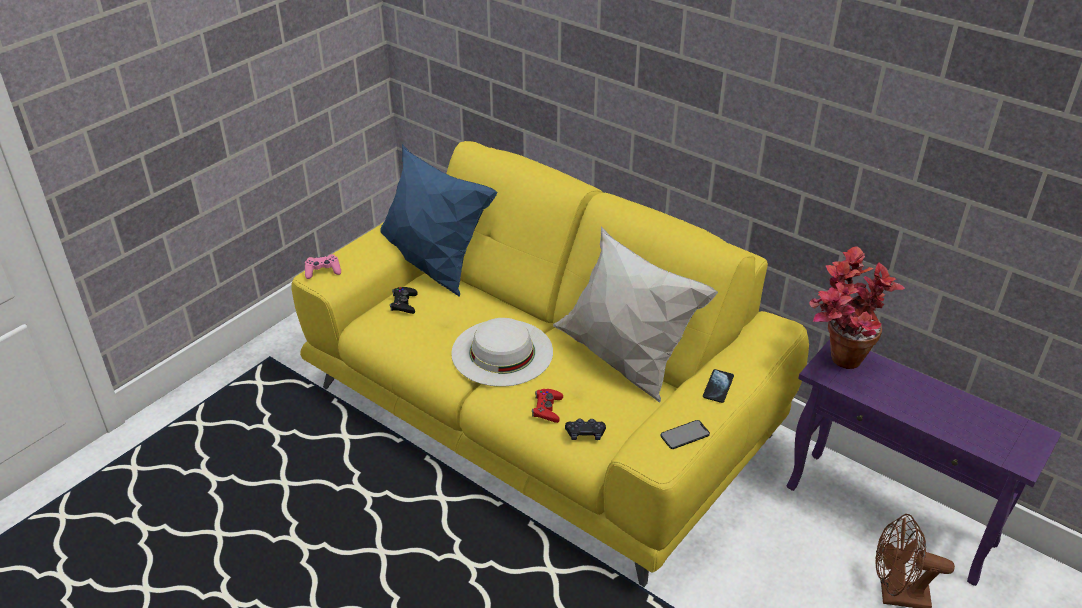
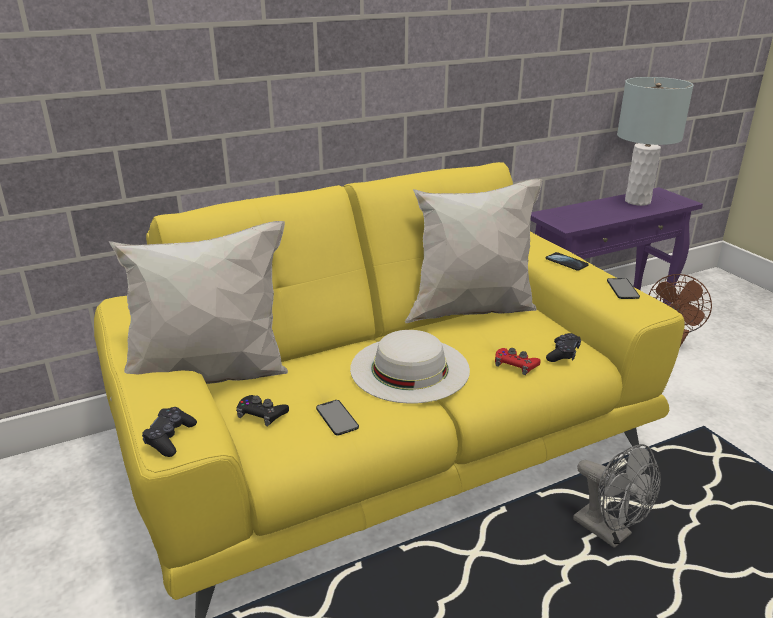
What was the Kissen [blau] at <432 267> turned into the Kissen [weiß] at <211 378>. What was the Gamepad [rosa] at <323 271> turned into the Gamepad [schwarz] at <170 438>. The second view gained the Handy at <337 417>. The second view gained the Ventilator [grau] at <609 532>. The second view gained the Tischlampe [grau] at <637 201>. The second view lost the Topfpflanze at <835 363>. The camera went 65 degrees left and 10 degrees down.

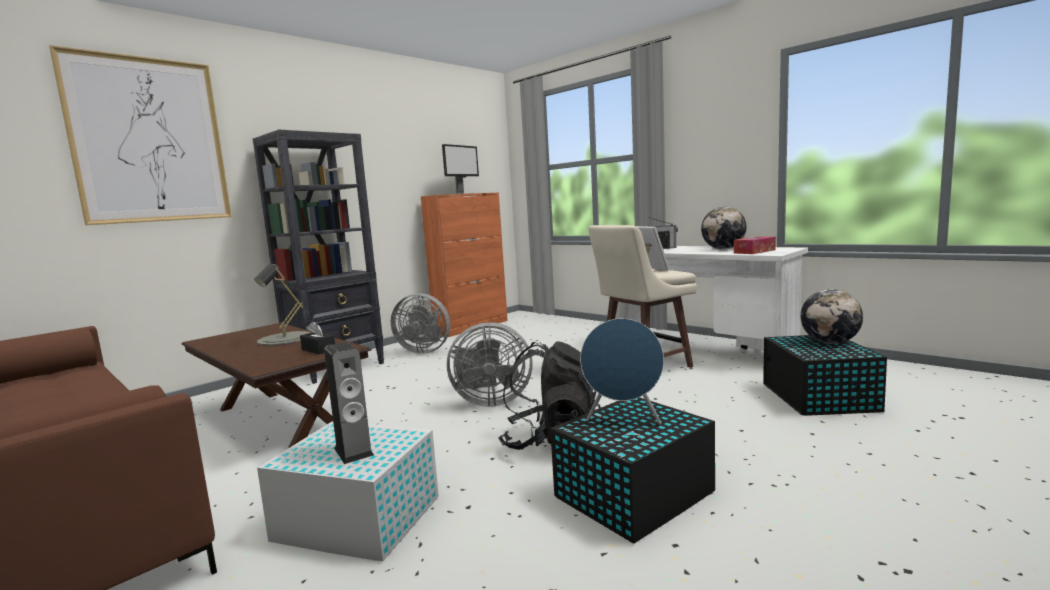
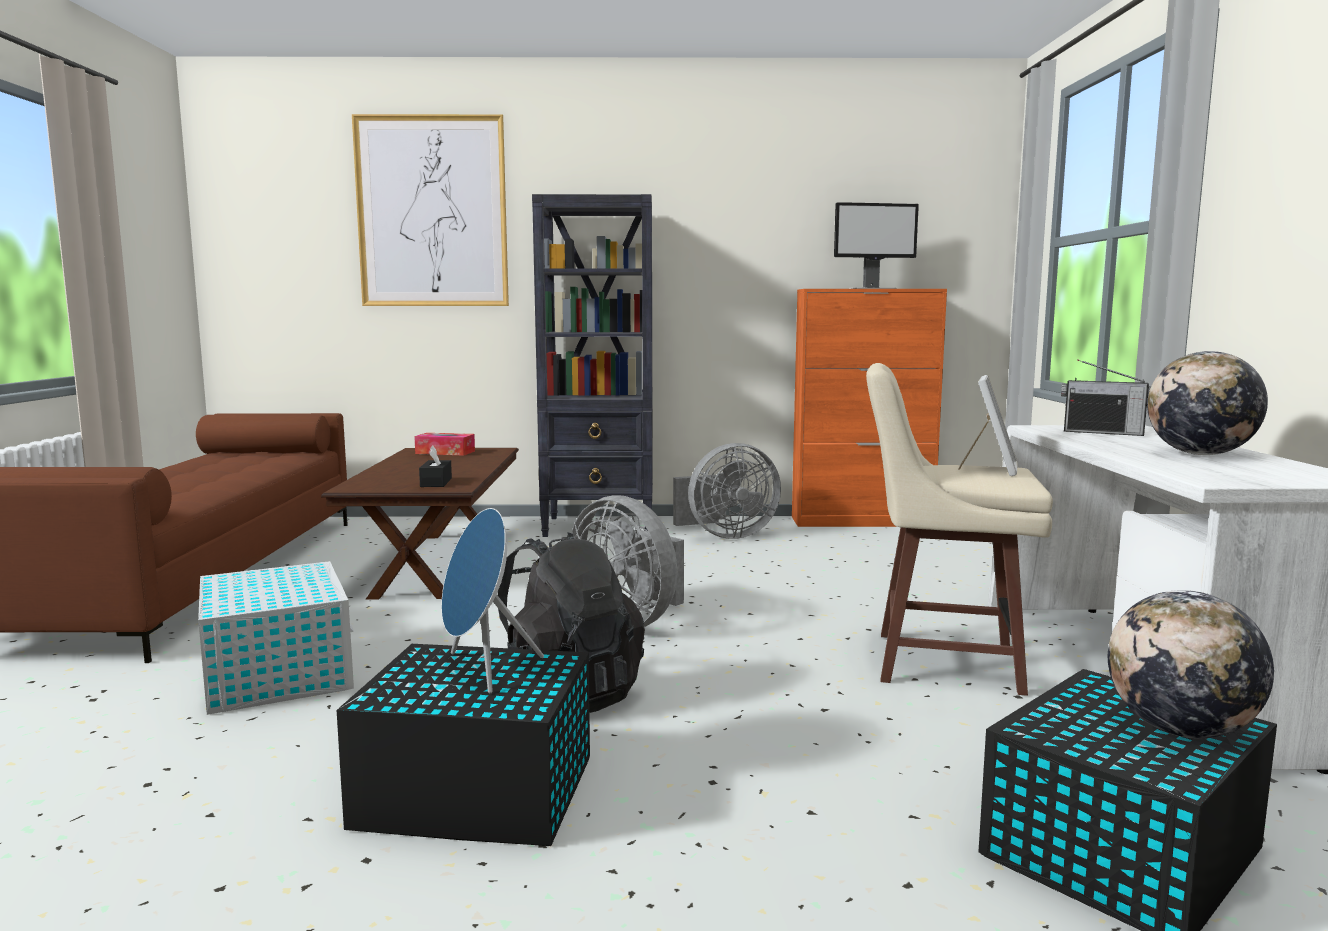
The Taschentuchbox ended up elsewhere, having gone from <754 251> to <445 452>. The Ventilator [grau] at <424 350> ended up facing another way, 75 degrees counterclockwise from before. The second view lost the Tischlampe [grau] at <285 339>. The second view lost the Lautsprecher at <353 451>. The camera went 45 degrees right and 0 degrees up.

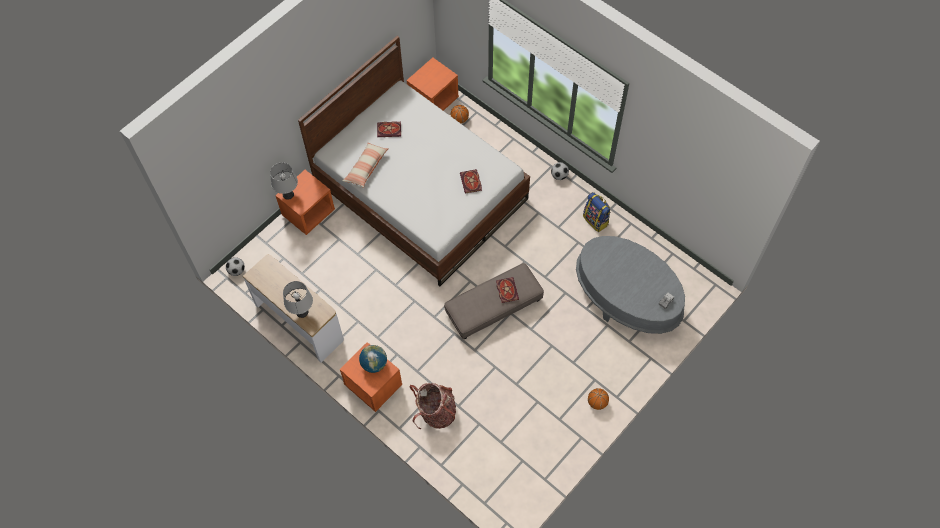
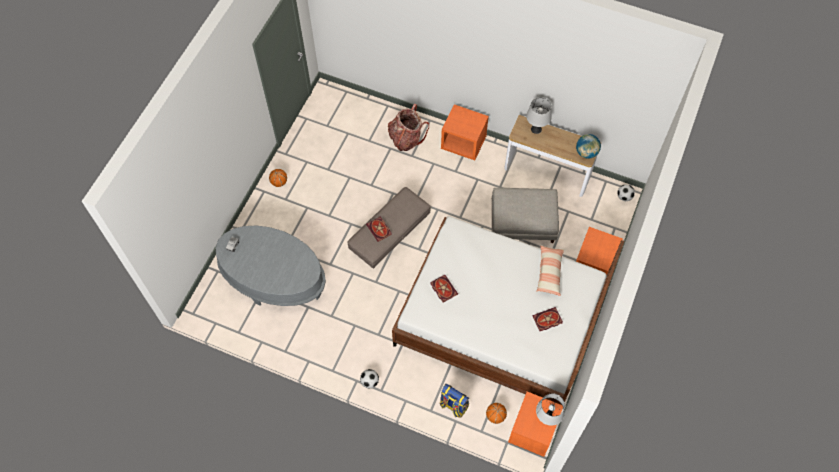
The Rucksack ended up elsewhere, having gone from <596 220> to <453 405>. The second view gained the Polsterhocker [grau] at <521 224>. The Tischlampe [grau] ended up elsewhere, having gone from <288 194> to <547 418>. The Globus ended up elsewhere, having gone from <374 364> to <586 153>. The camera went 160 degrees right and 0 degrees up.

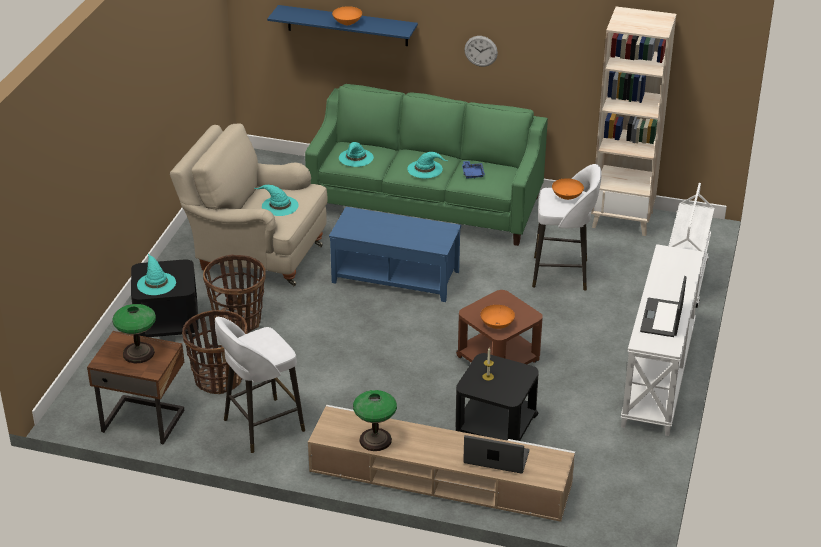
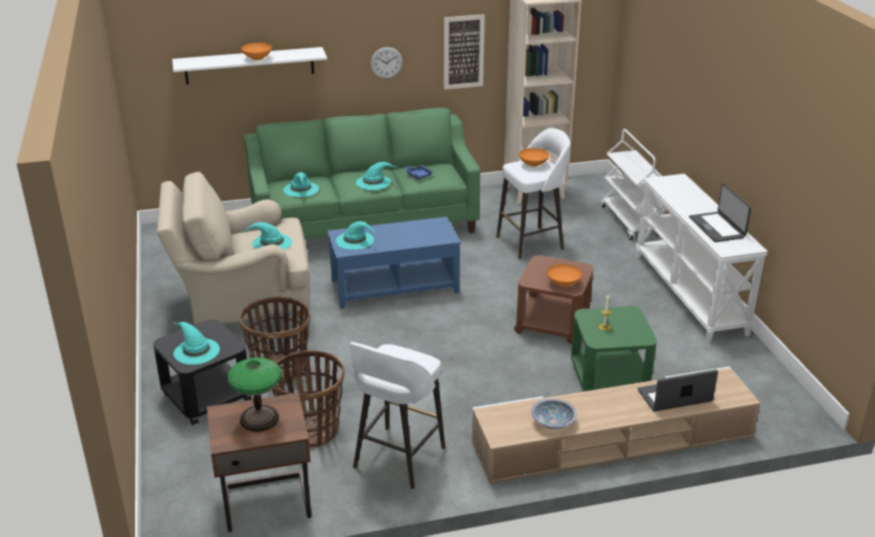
What was the Wandregal [blau] at <347 25> turned into the Wandregal [weiß] at <249 65>. The second view gained the Hut [türkis] at <355 240>. The second view gained the Bild at <463 52>. Where the Tischlampe stood at <375 440>, the Schüssel came to stand at <553 422>. What was the Beistelltisch [schwarz] at <495 425> turned into the Beistelltisch [grün] at <609 377>. The camera went 30 degrees left and 5 degrees down.

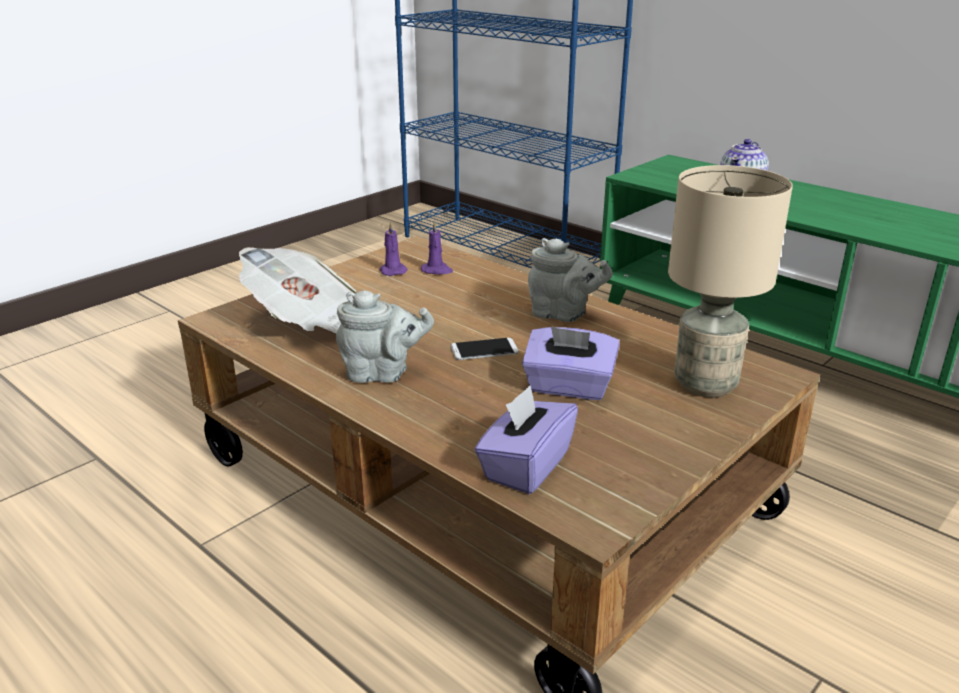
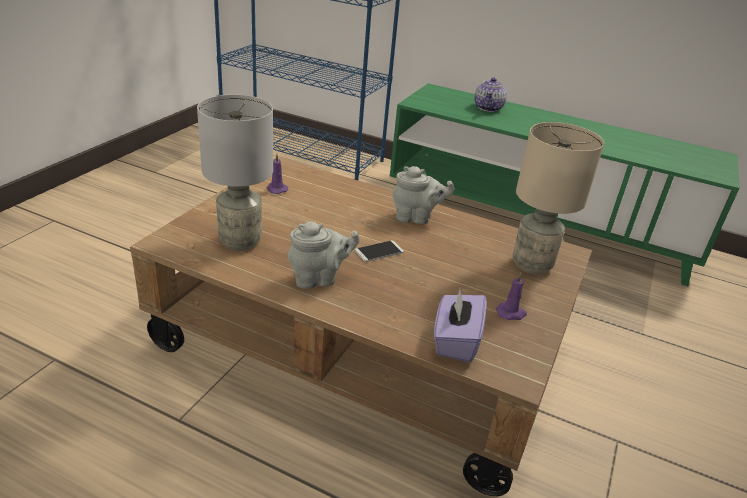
Where the Zeitung stood at <311 324>, the Tischlampe [grau] came to stand at <241 241>. The Kerze [lila] ended up elsewhere, having gone from <437 270> to <511 313>. The second view lost the Taschentuchbox [lila] at <568 387>. The camera went 20 degrees left and 5 degrees up.

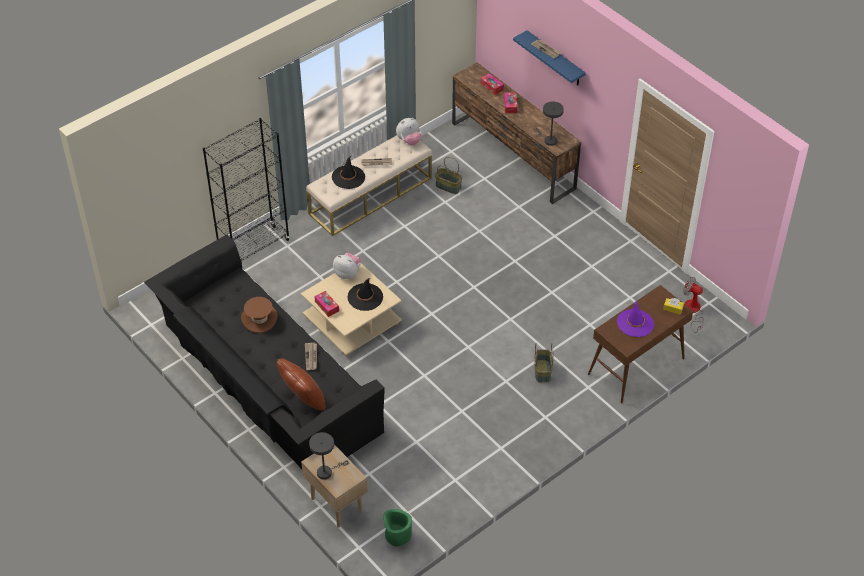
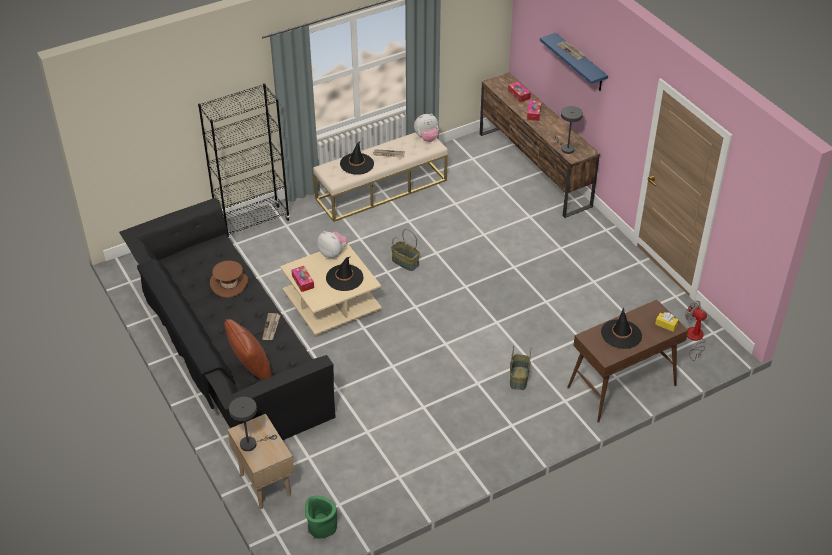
The Korb ended up elsewhere, having gone from <448 186> to <405 262>. What was the Hut [lila] at <635 323> turned into the Hut [schwarz] at <621 334>. The camera went 10 degrees right and 5 degrees down.

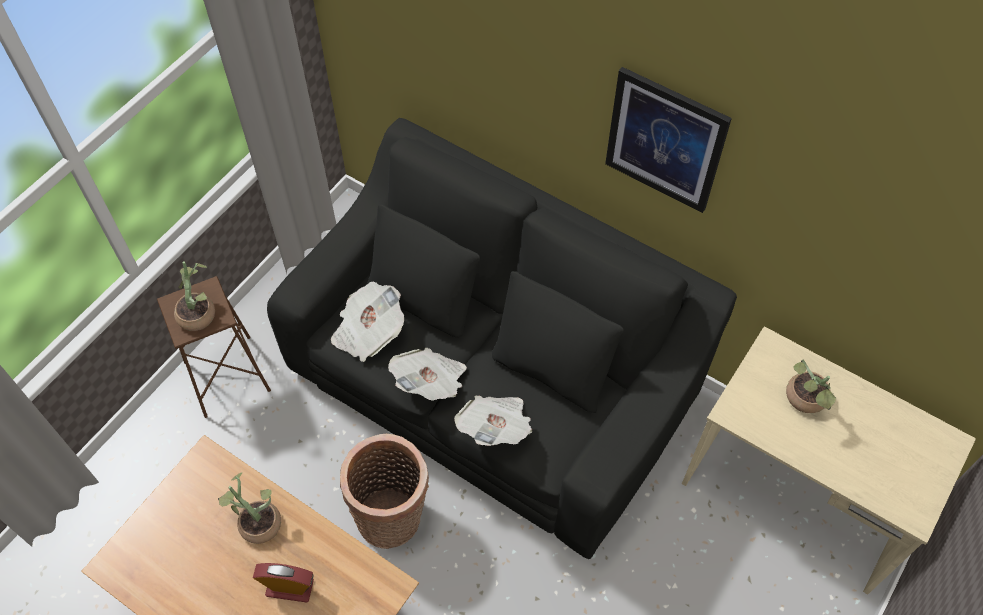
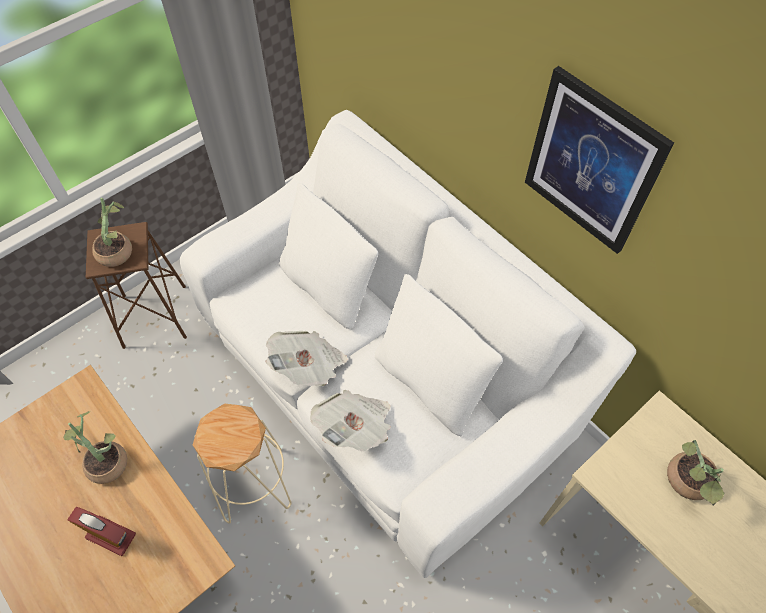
What was the Sofa [schwarz] at <491 384> turned into the Sofa [weiß] at <383 379>. Where the Korb stood at <393 518>, the Hocker [beige] came to stand at <254 484>. The second view lost the Zeitung at <368 332>. The camera went 15 degrees right and 0 degrees up.

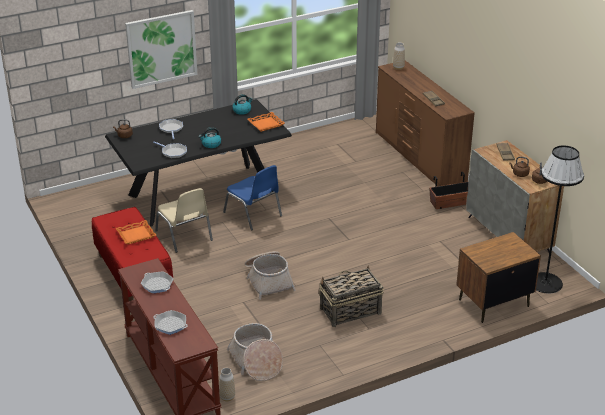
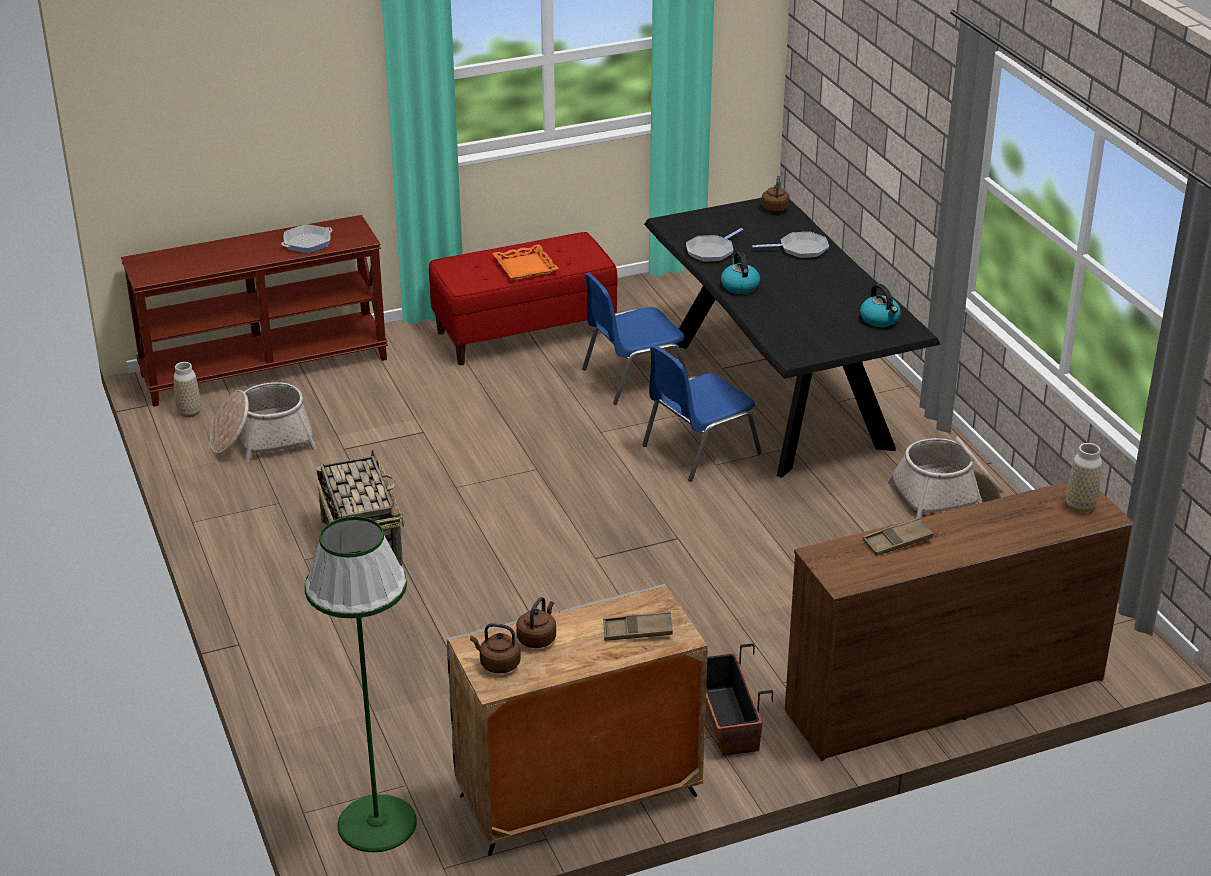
What was the Stehlampe [schwarz] at <545 283> turned into the Stehlampe [grün] at <377 823>. What was the Stuhl [beige] at <184 236> turned into the Stuhl [blau] at <633 377>. The Korb ended up elsewhere, having gone from <268 280> to <947 494>. The second view lost the Bild at <161 48>. The second view lost the Pfanne at <170 325>. The second view lost the Tablett [orange] at <266 124>. The second view lost the Nachttisch [braun] at <493 303>. The camera went 95 degrees right and 0 degrees up.

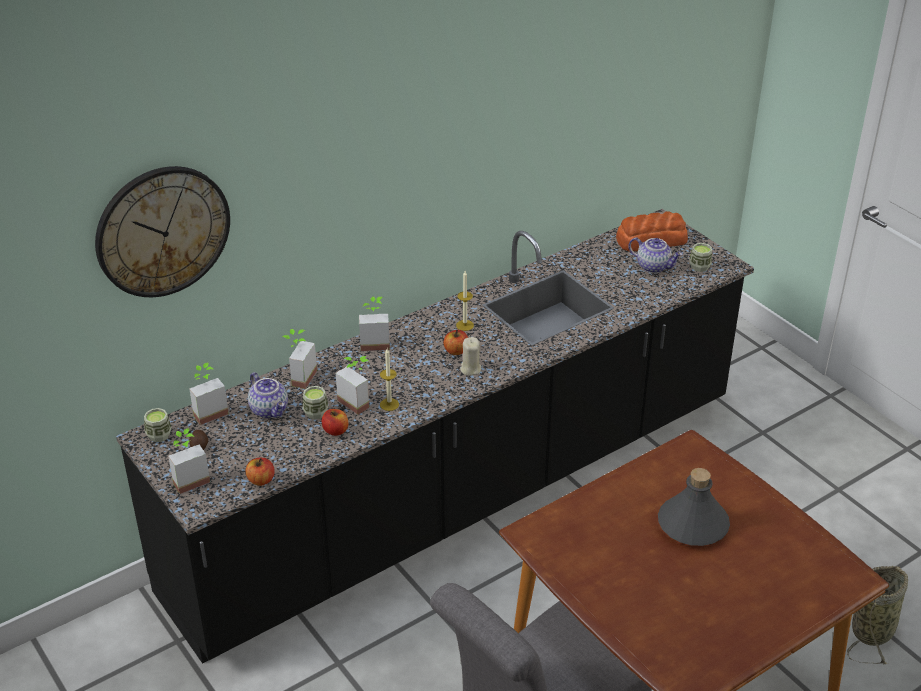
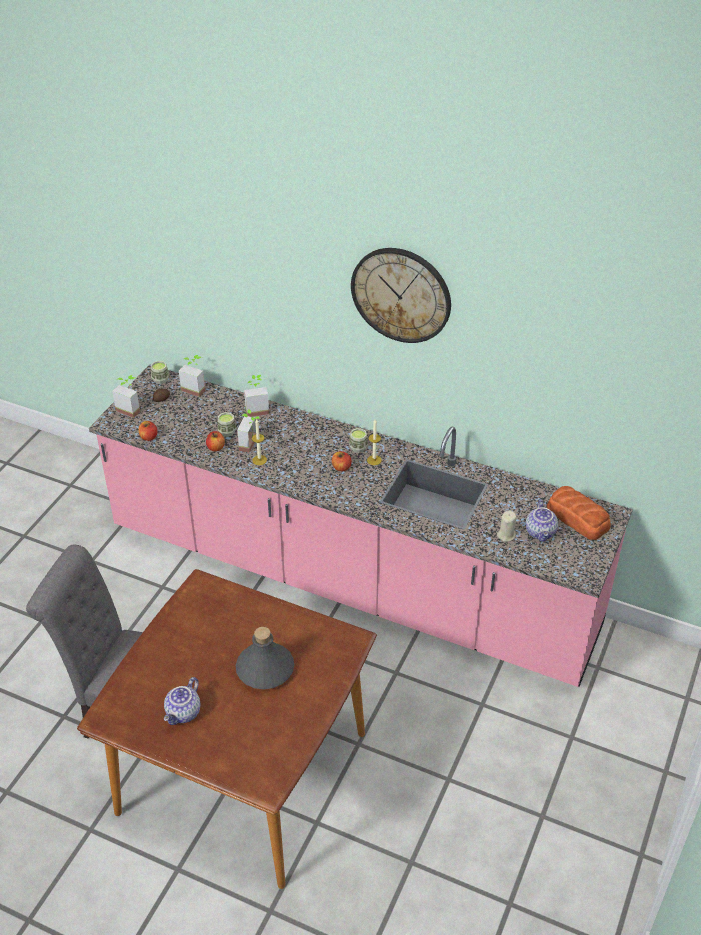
What was the Küchenzeile [schwarz] at <460 496> turned into the Küchenzeile [rosa] at <350 580>. The Teekanne ended up elsewhere, having gone from <270 410> to <184 713>. The Tasse ended up elsewhere, having gone from <699 267> to <358 448>. The Wanduhr ended up elsewhere, having gone from <162 231> to <401 295>. The Kerze [beige] ended up elsewhere, having gone from <470 369> to <506 535>. The second view lost the Topfpflanze at <374 342>. The second view lost the Korb at <873 629>. The camera went 60 degrees right and 5 degrees up.

